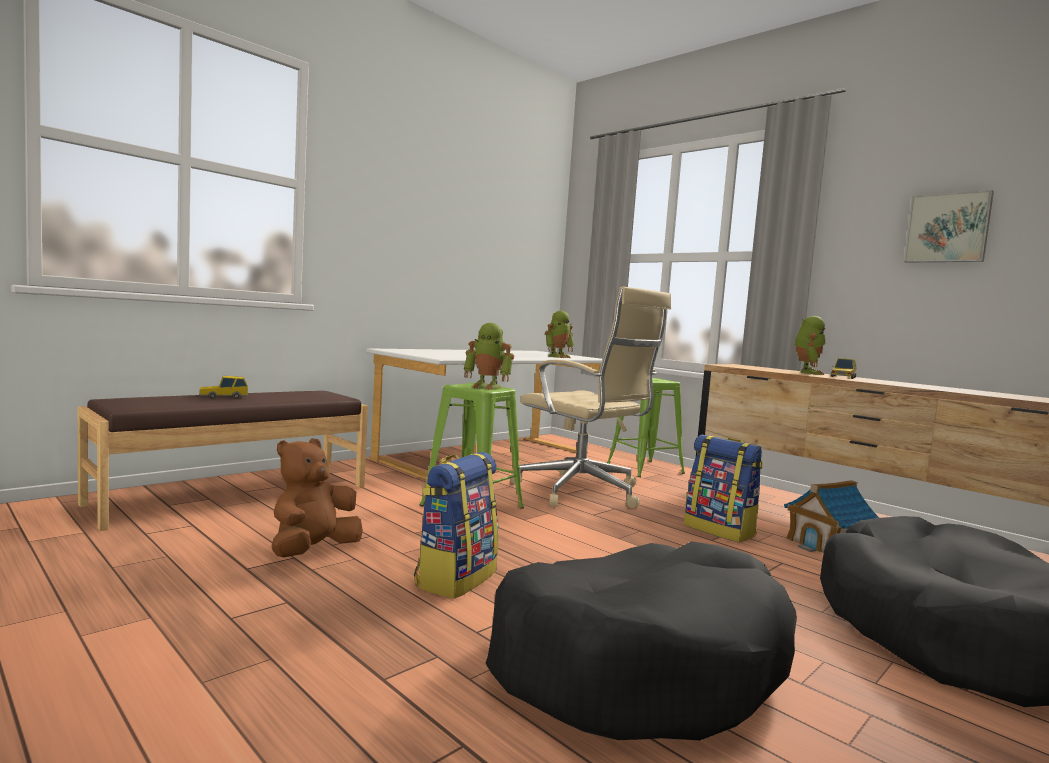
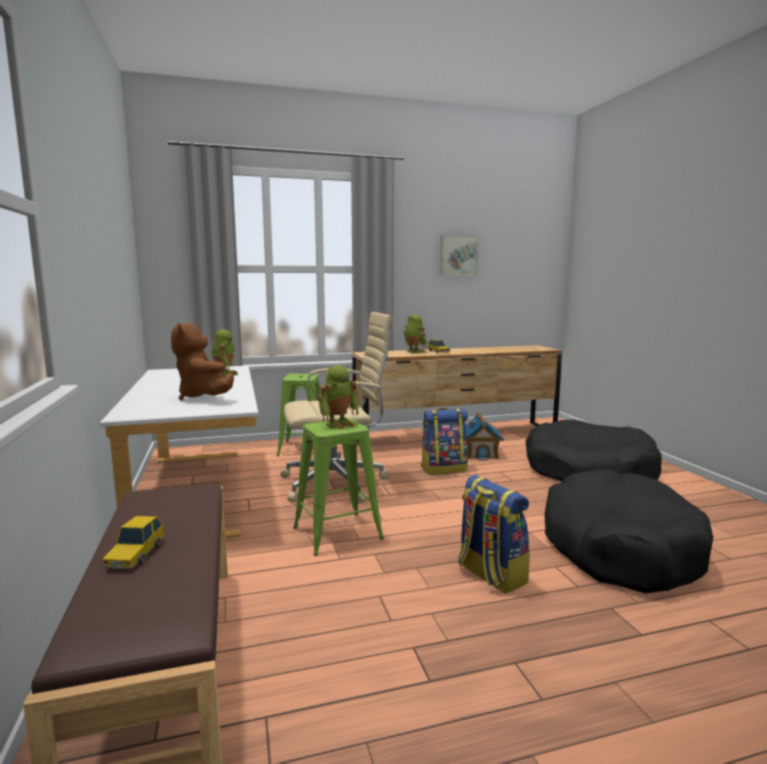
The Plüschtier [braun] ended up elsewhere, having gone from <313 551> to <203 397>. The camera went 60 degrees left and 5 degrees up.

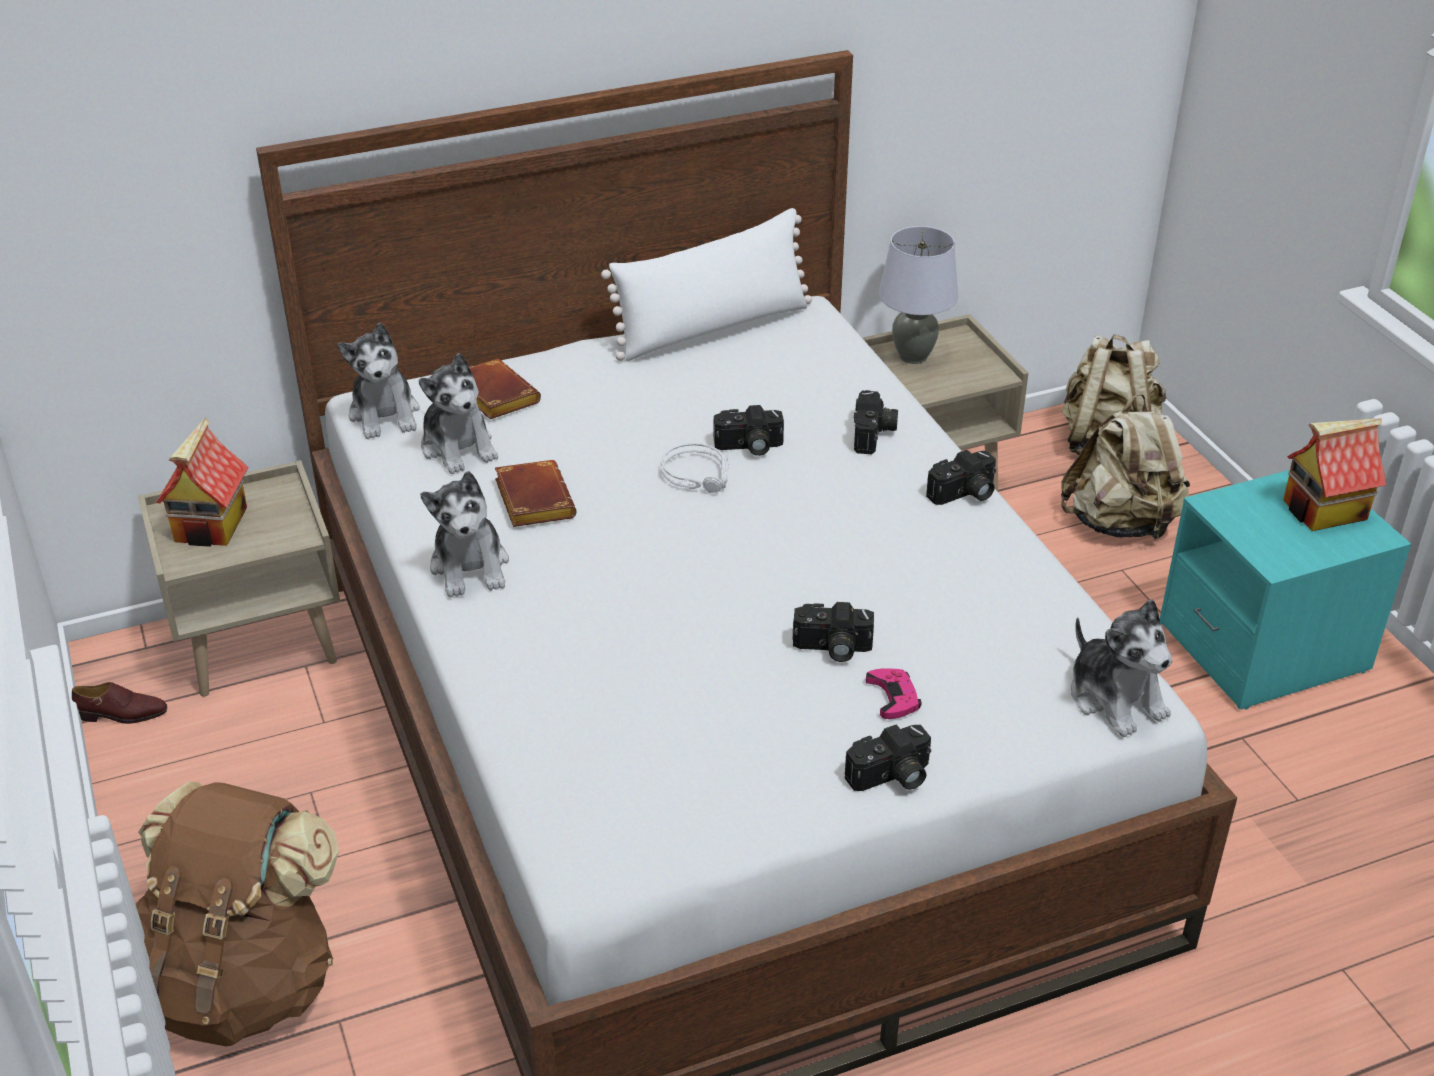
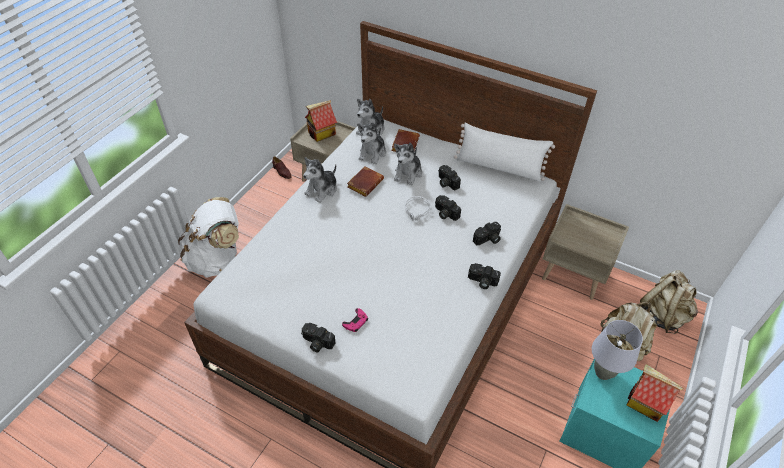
What was the Rucksack [braun] at <242 982> turned into the Rucksack [weiß] at <217 259>. The Plüschtier ended up elsewhere, having gone from <1115 698> to <408 173>. The Kamera ended up elsewhere, having gone from <832 648> to <446 183>. The Tischlampe [grau] ended up elsewhere, having gone from <912 356> to <602 373>. The camera went 50 degrees right and 10 degrees up.

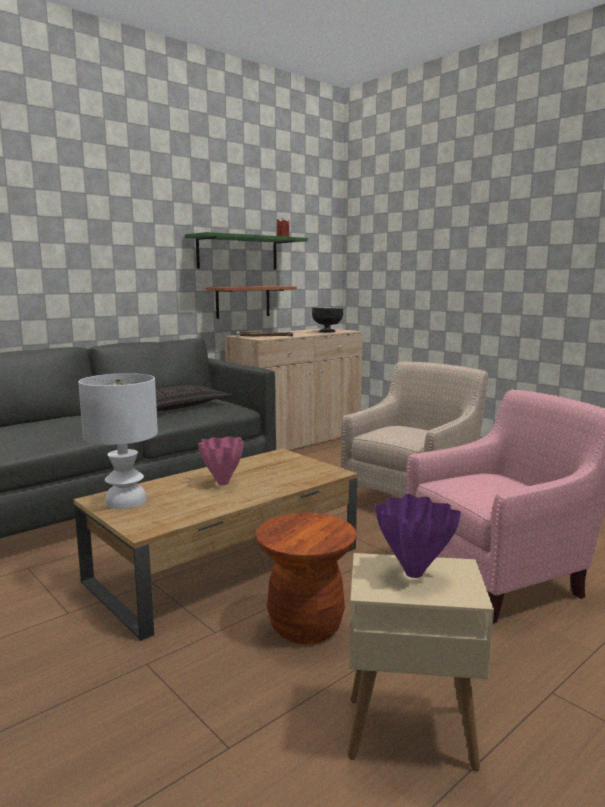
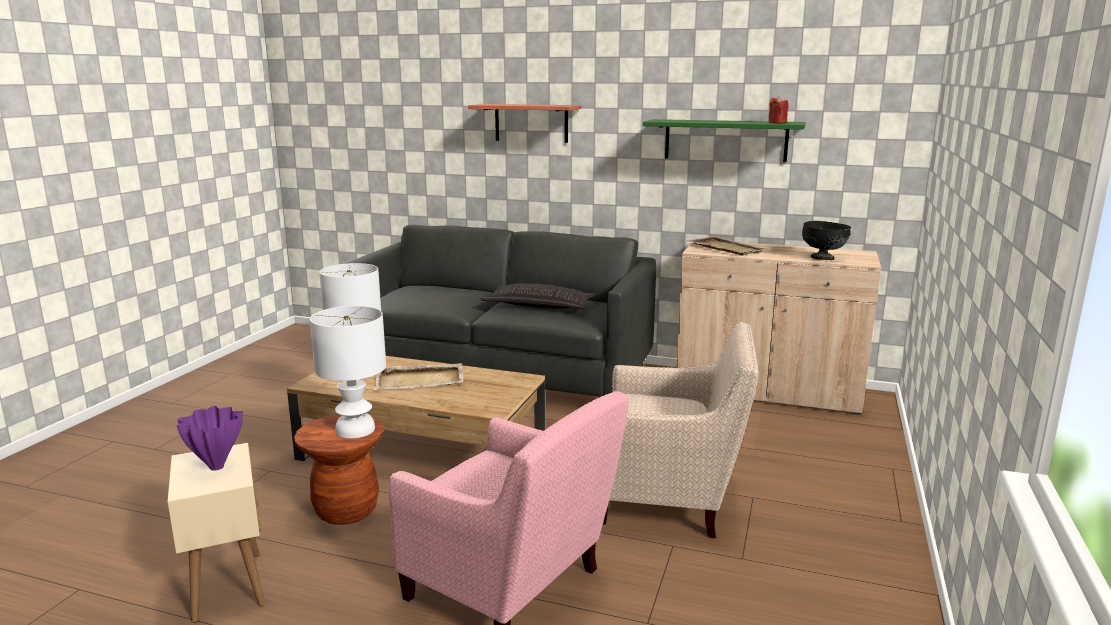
The second view gained the Tischlampe [weiß] at <356 429>. Where the Vase [rosa] stood at <222 483>, the Tablett [beige] came to stand at <420 380>. The Wandregal ended up elsewhere, having gone from <243 302> to <531 123>. The camera went 60 degrees right and 5 degrees up.

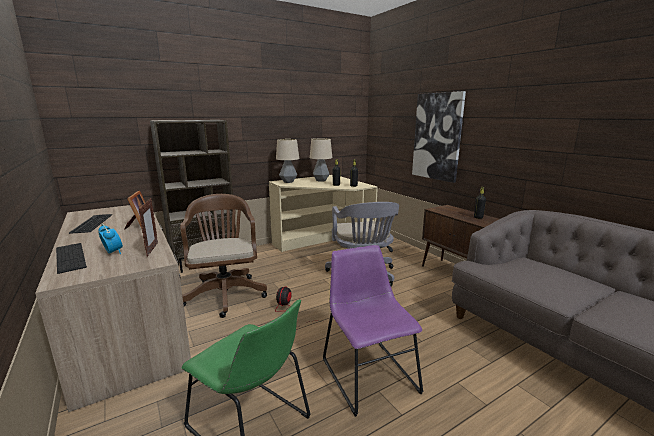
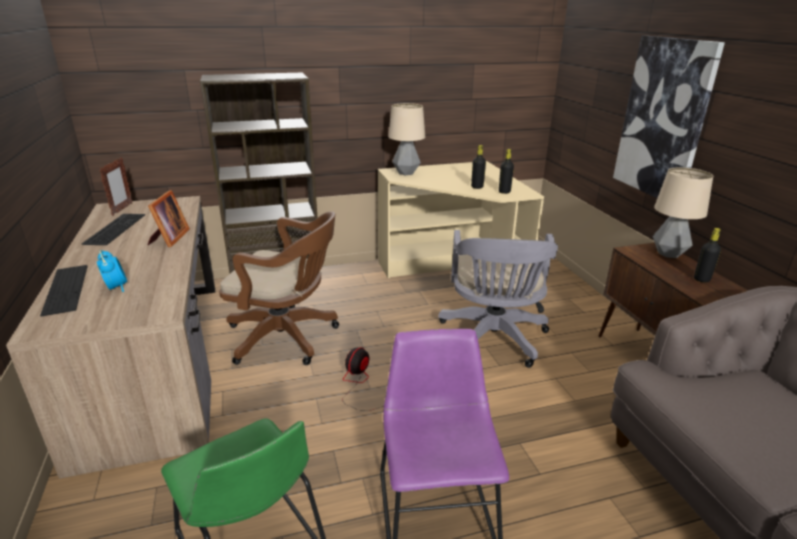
The Bilderrahmen ended up elsewhere, having gone from <152 250> to <122 209>. The Bürostuhl [braun] at <225 293> ended up facing another way, 105 degrees clockwise from before. The Tischlampe ended up elsewhere, having gone from <321 180> to <668 254>. The camera went 15 degrees right and 10 degrees up.

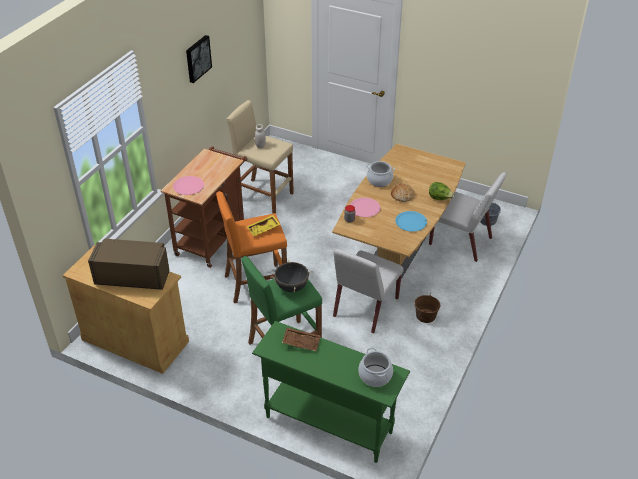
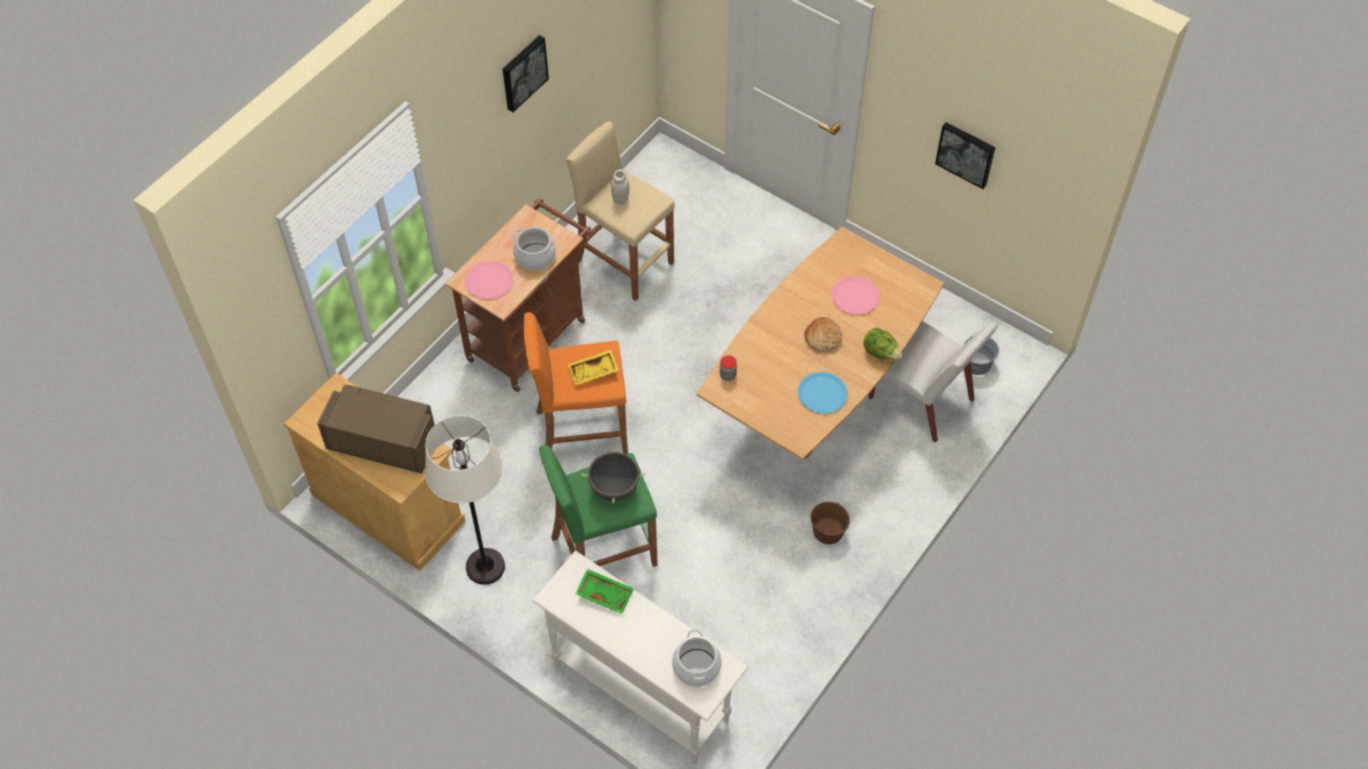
The second view gained the Stehlampe [weiß] at <485 567>. The Kochtopf ended up elsewhere, having gone from <379 180> to <535 257>. What was the Konsolentisch [grün] at <328 424> turned into the Konsolentisch [weiß] at <640 692>. What was the Tablett [braun] at <301 342> turned into the Tablett [grün] at <605 594>. The Teller [rosa] ended up elsewhere, having gone from <364 208> to <855 296>. The second view gained the Bild at <966 153>. The second view lost the Stuhl [weiß] at <365 308>. The camera went 10 degrees right and 15 degrees up.

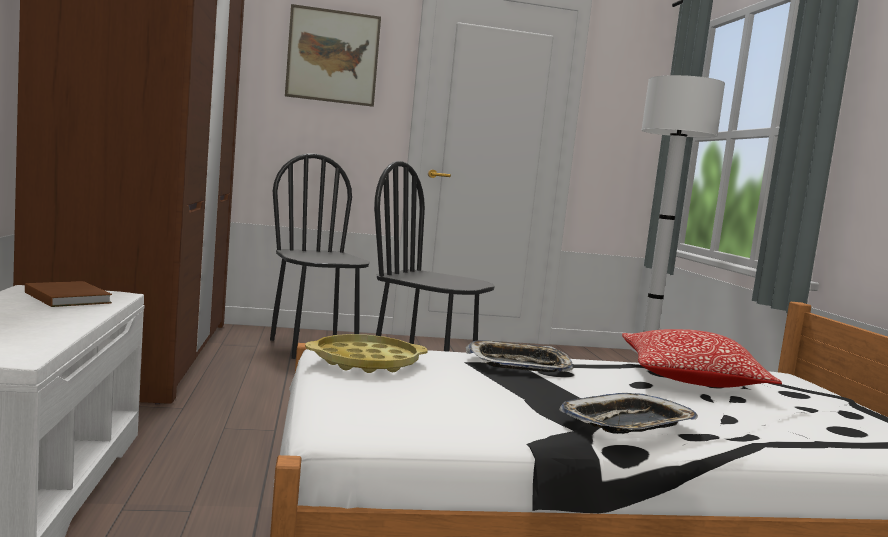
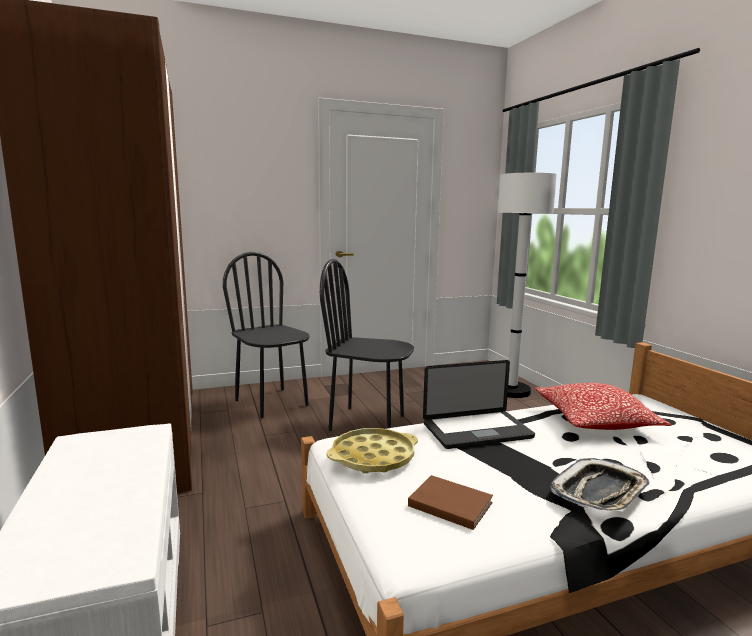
The Buch [braun] ended up elsewhere, having gone from <68 297> to <449 503>. Where the Tablett stood at <519 364>, the Laptop came to stand at <477 431>. The second view lost the Bild at <333 56>. The camera went 10 degrees left and 5 degrees up.

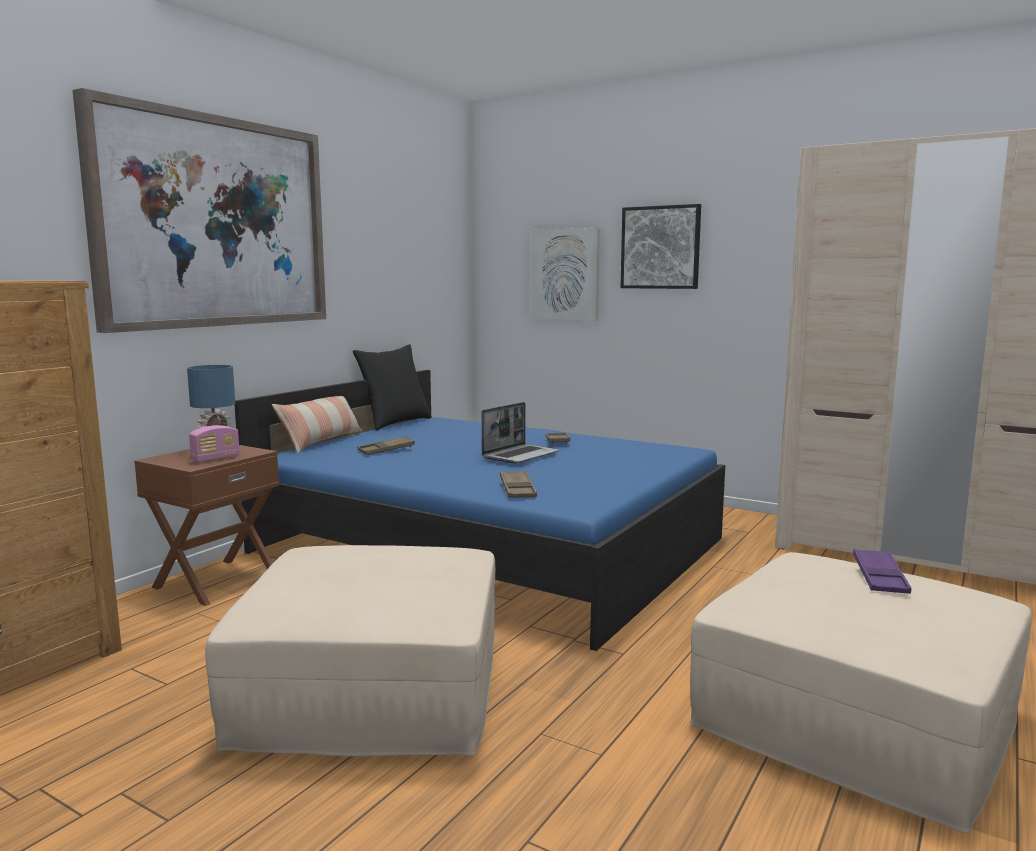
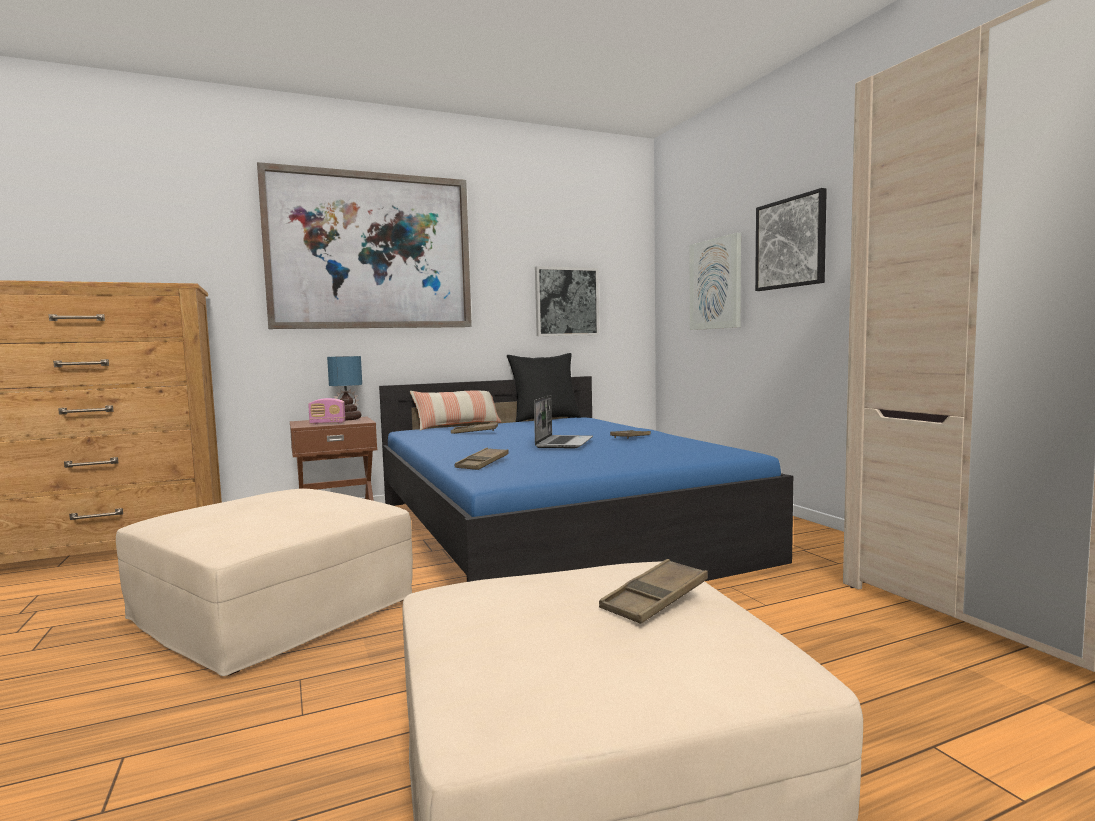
The Laptop at <520 455> ended up facing another way, 60 degrees counterclockwise from before. The second view gained the Bild at <566 302>. What was the Tablett [lila] at <880 577> turned into the Tablett [braun] at <655 599>. The camera went 35 degrees right and 5 degrees down.

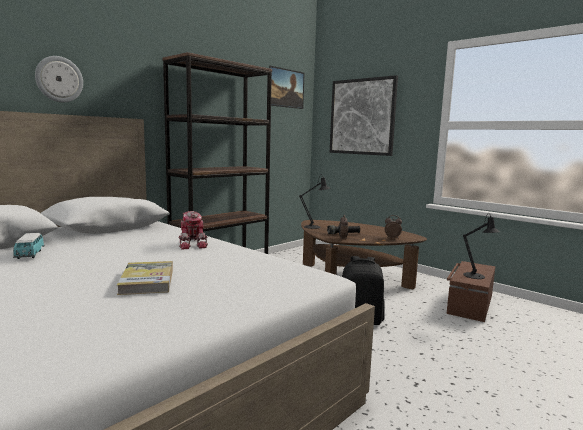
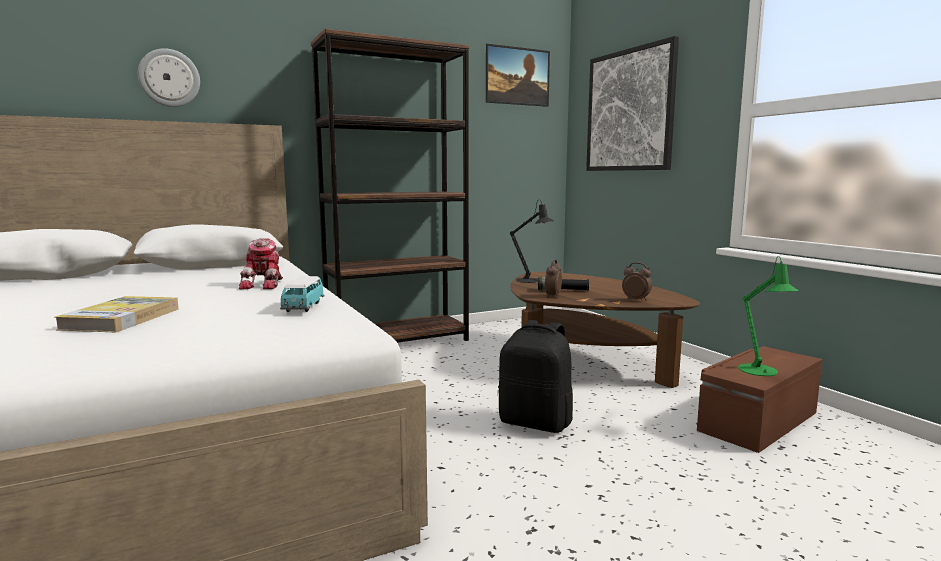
The Spielzeugauto ended up elsewhere, having gone from <30 255> to <303 307>. What was the Tischlampe [schwarz] at <476 276> turned into the Tischlampe [grün] at <761 372>. The camera went 20 degrees right and 0 degrees up.

